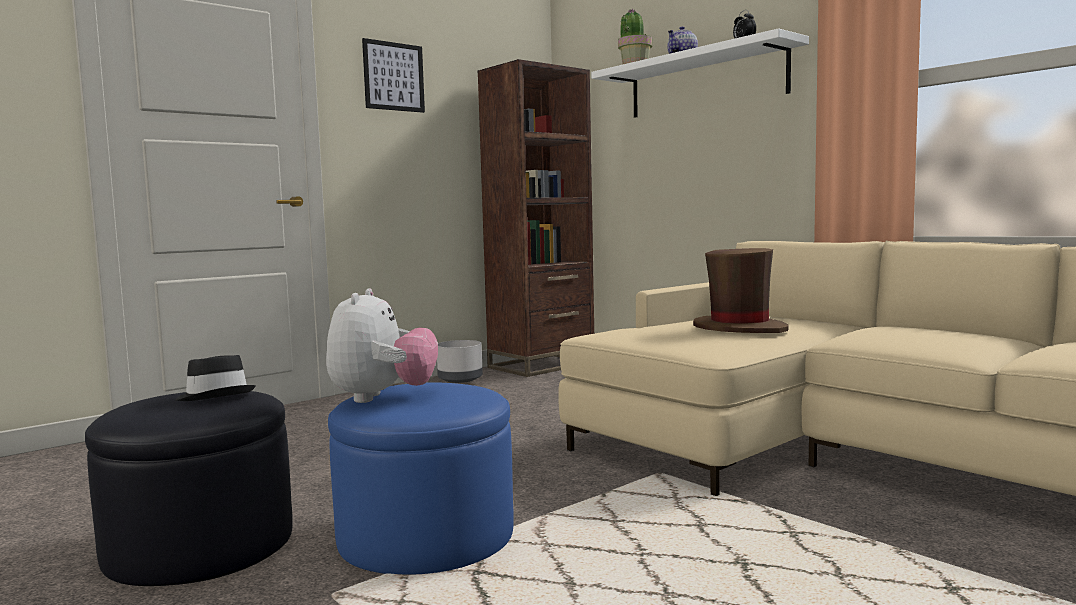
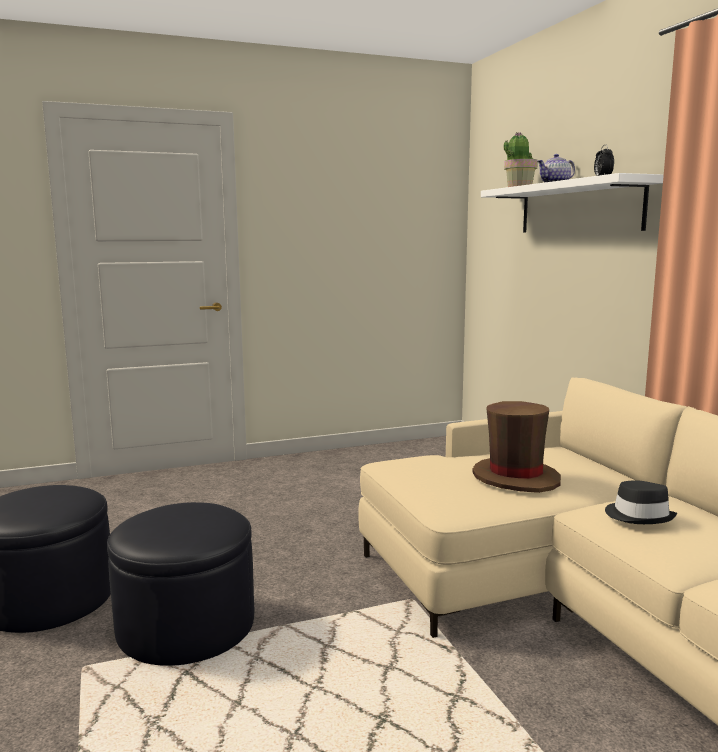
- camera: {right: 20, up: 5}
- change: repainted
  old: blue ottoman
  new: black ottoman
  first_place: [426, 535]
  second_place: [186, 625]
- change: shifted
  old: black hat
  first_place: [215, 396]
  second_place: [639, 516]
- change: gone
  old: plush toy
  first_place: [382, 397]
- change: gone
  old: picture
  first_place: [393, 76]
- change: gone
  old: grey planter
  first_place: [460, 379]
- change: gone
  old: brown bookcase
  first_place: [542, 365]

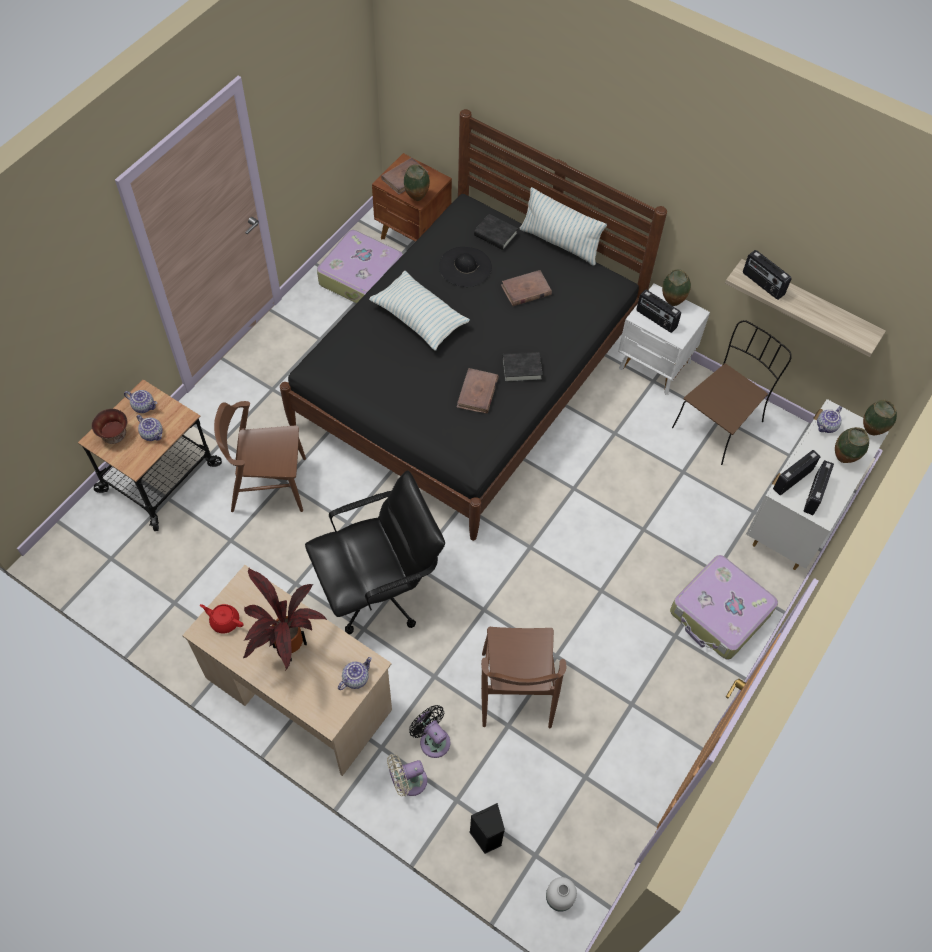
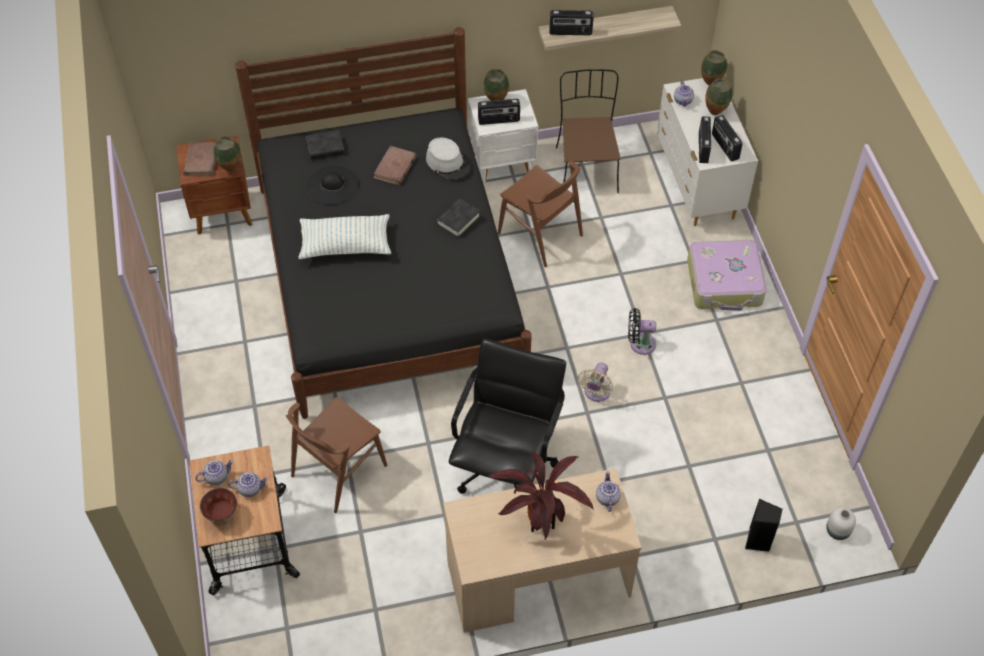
- camera: {right: -45, up: -5}
- change: new
  new: grey hat
  second_place: [448, 163]
- change: shifted
  old: brown chair
  first_place: [516, 690]
  second_place: [540, 234]
- change: shifted
  old: beige fan
  first_place: [408, 781]
  second_place: [596, 393]
- change: shifted
  old: black fan
  first_place: [433, 740]
  second_place: [639, 343]
- change: gone
  old: red teapot
  first_place: [224, 621]
- change: gone
  old: suitcase
  first_place: [362, 277]
- change: gone
  old: brown book
  first_place: [477, 393]
- change: gone
  old: pillow
  first_place: [560, 243]

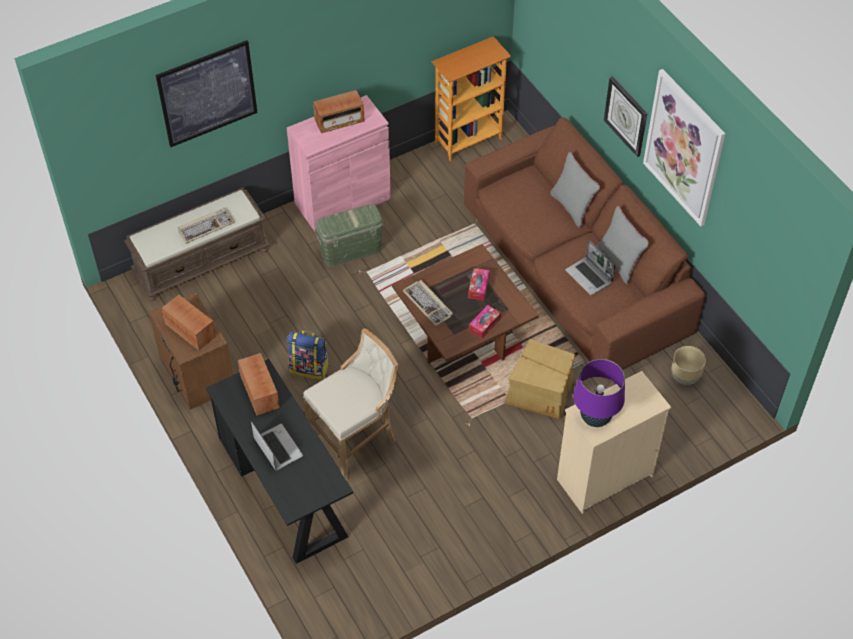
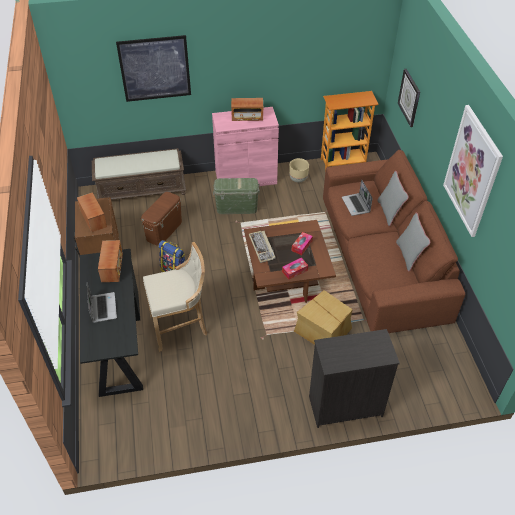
- camera: {right: 20, up: -5}
- change: new
  new: brown storage box
  second_place: [164, 230]
- change: shifted
  old: beige planter
  first_place: [685, 377]
  second_place: [298, 179]
- change: repainted
  old: beige dresser
  new: black dresser
  first_place: [603, 477]
  second_place: [344, 406]
- change: shifted
  old: laptop
  first_place: [589, 277]
  second_place: [356, 205]
- change: shifted
  old: wall clock
  first_place: [626, 116]
  second_place: [409, 97]
- change: gone
  old: keyboard
  first_place: [206, 226]
- change: gone
  old: purple table lamp
  first_place: [595, 418]

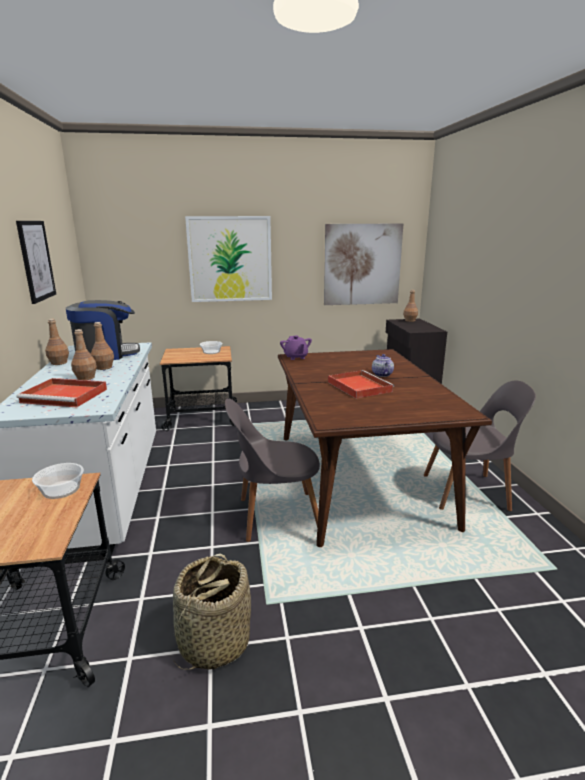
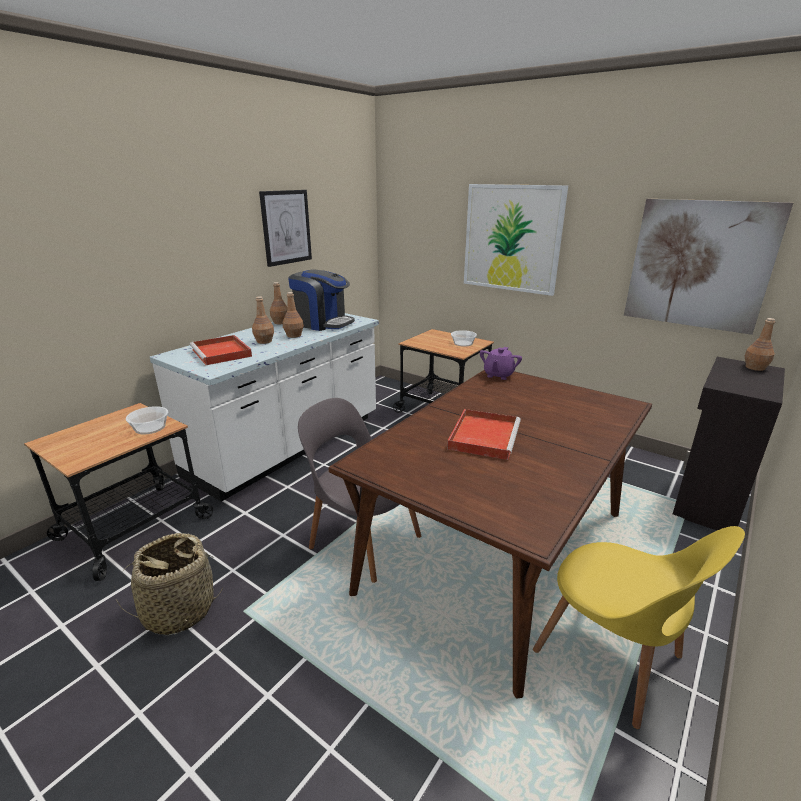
- camera: {right: 45, up: 5}
- change: repainted
  old: grey chair
  new: yellow chair
  first_place: [469, 492]
  second_place: [613, 659]
- change: gone
  old: teapot
  first_place: [381, 374]

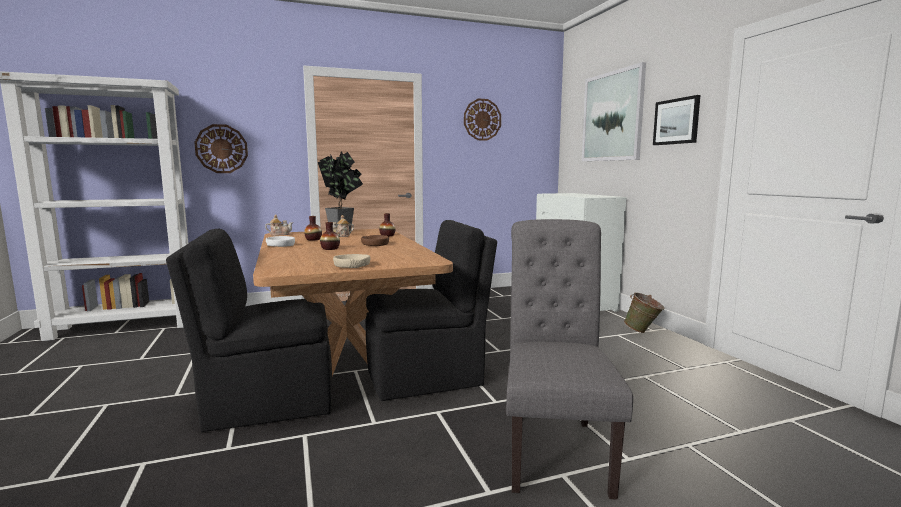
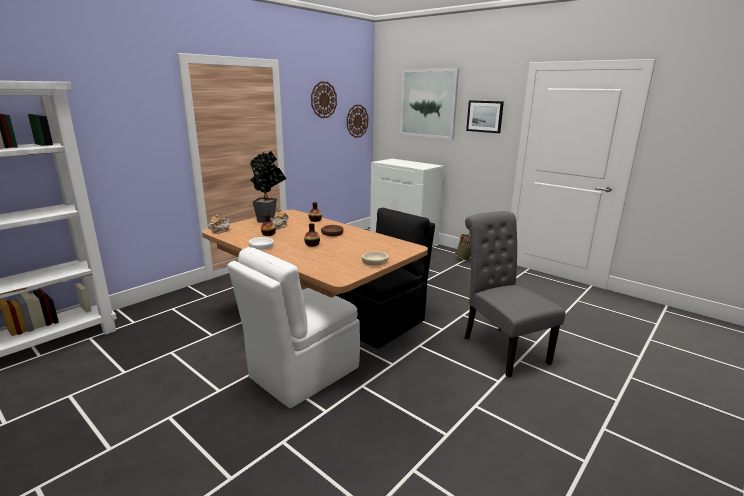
- camera: {right: -30, up: 10}
- change: repainted
  old: black chair
  new: white chair
  first_place: [266, 402]
  second_place: [302, 373]
- change: shifted
  old: wall clock
  first_place: [221, 149]
  second_place: [357, 121]

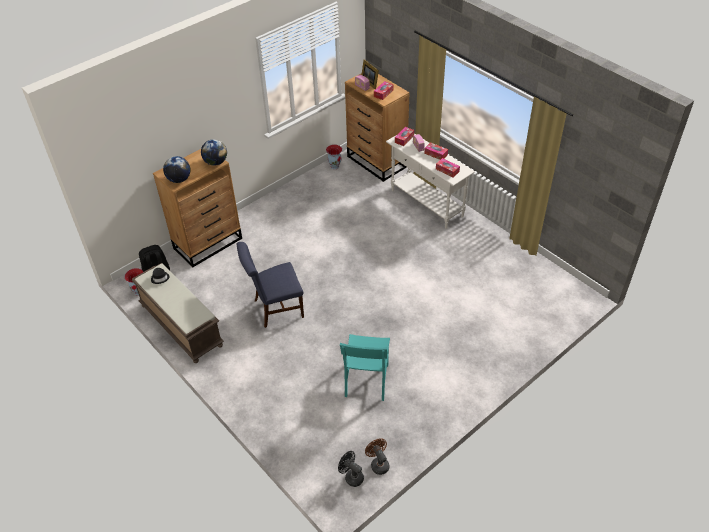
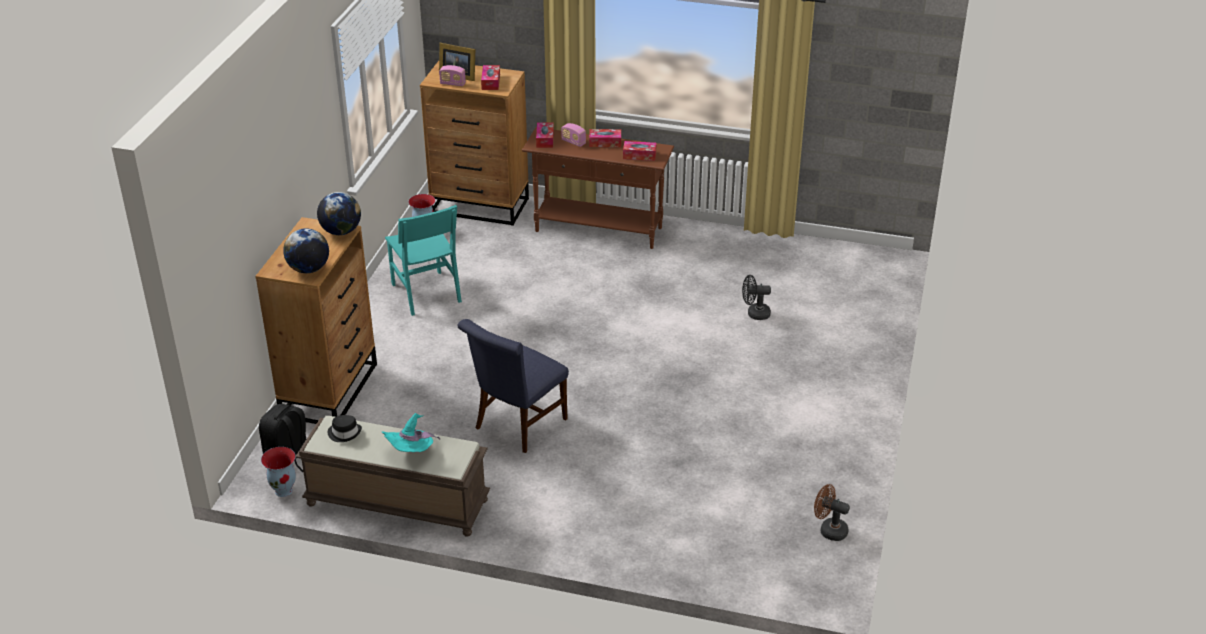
- camera: {right: -35, up: -10}
- change: new
  new: turquoise hat
  second_place: [411, 453]
- change: shifted
  old: turquoise chair
  first_place: [366, 380]
  second_place: [426, 293]
- change: repainted
  old: white console table
  new: brown console table
  first_place: [427, 203]
  second_place: [599, 230]
- change: shifted
  old: black fan
  first_place: [351, 477]
  second_place: [754, 314]

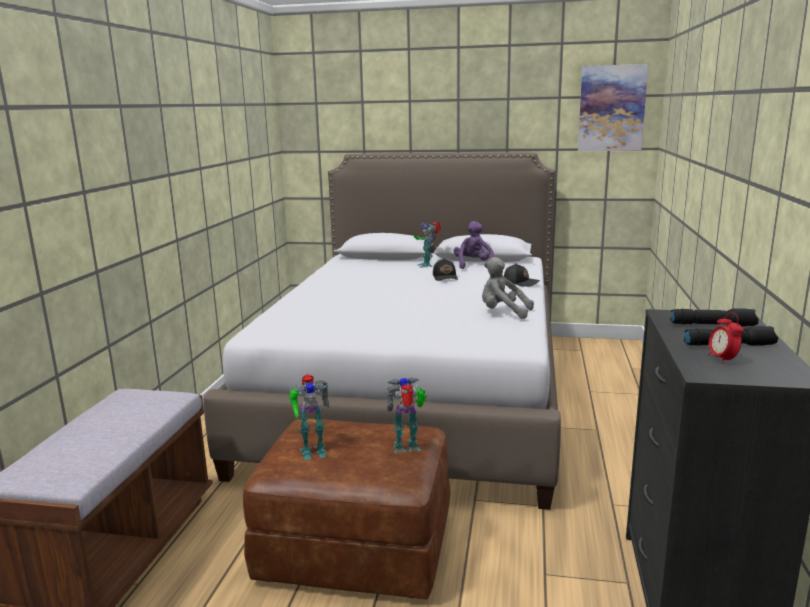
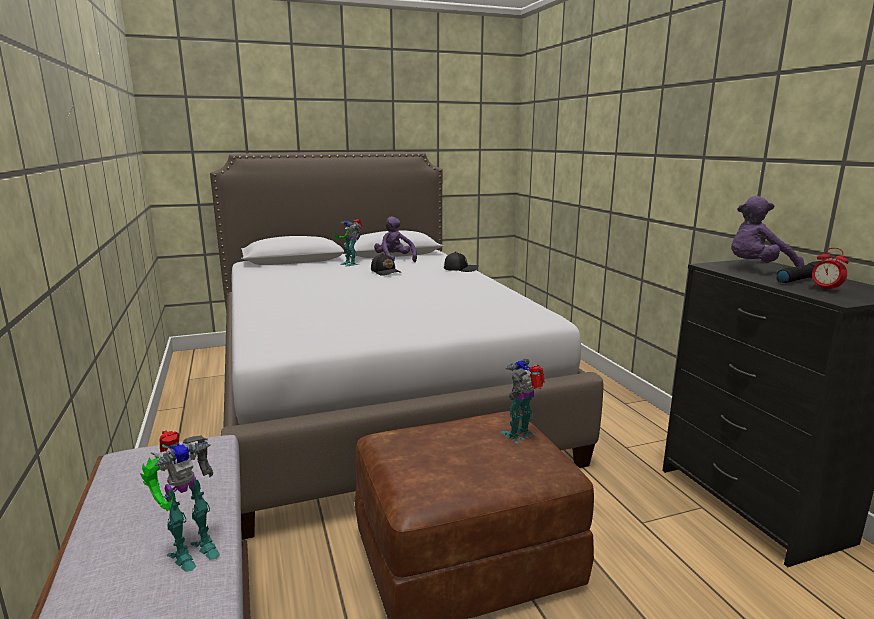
- camera: {right: -30, up: 0}
- change: shifted
  old: toy robot
  first_place: [312, 450]
  second_place: [190, 551]
- change: swapped
  old: black flashlight
  new: purple plush toy
  first_place: [712, 325]
  second_place: [757, 268]
- change: gone
  old: grey plush toy
  first_place: [503, 313]
- change: gone
  old: picture
  first_place: [611, 108]

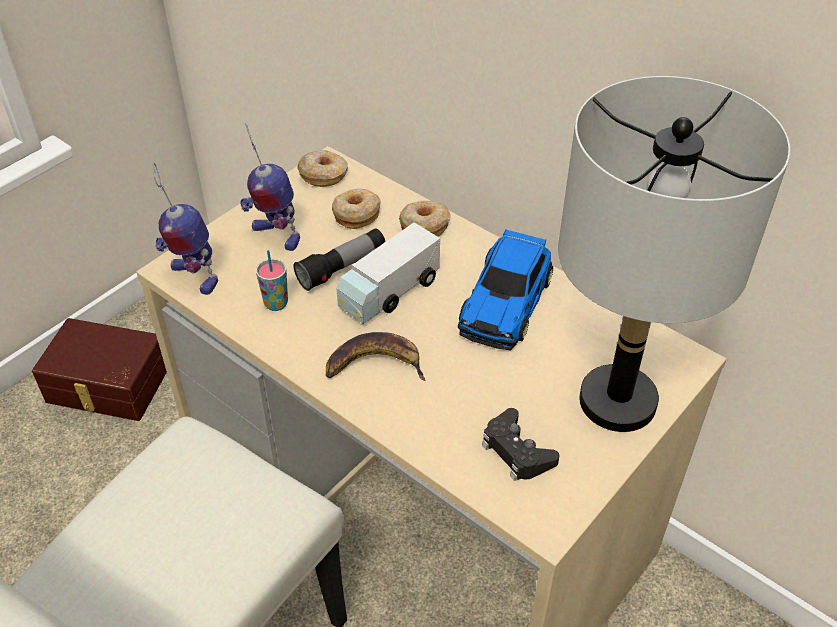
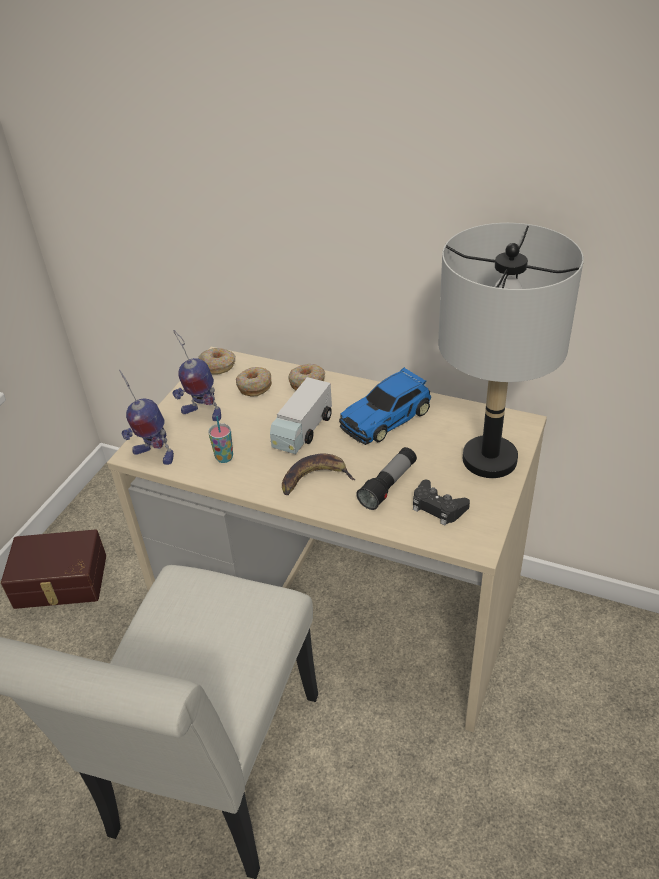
- camera: {right: -15, up: -5}
- change: rotated
  old: toy car
  first_place: [506, 302]
  second_place: [387, 417]
  degrees: 45
- change: shifted
  old: flashlight
  first_place: [342, 268]
  second_place: [388, 485]

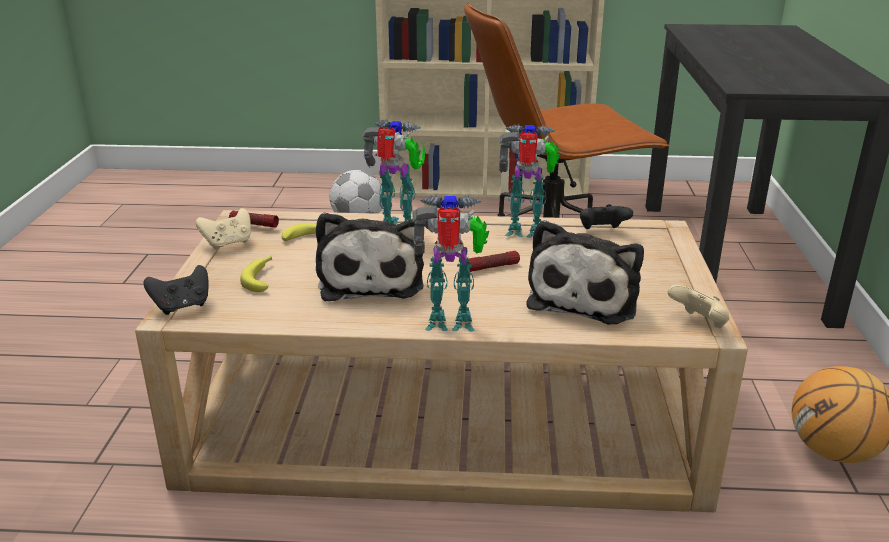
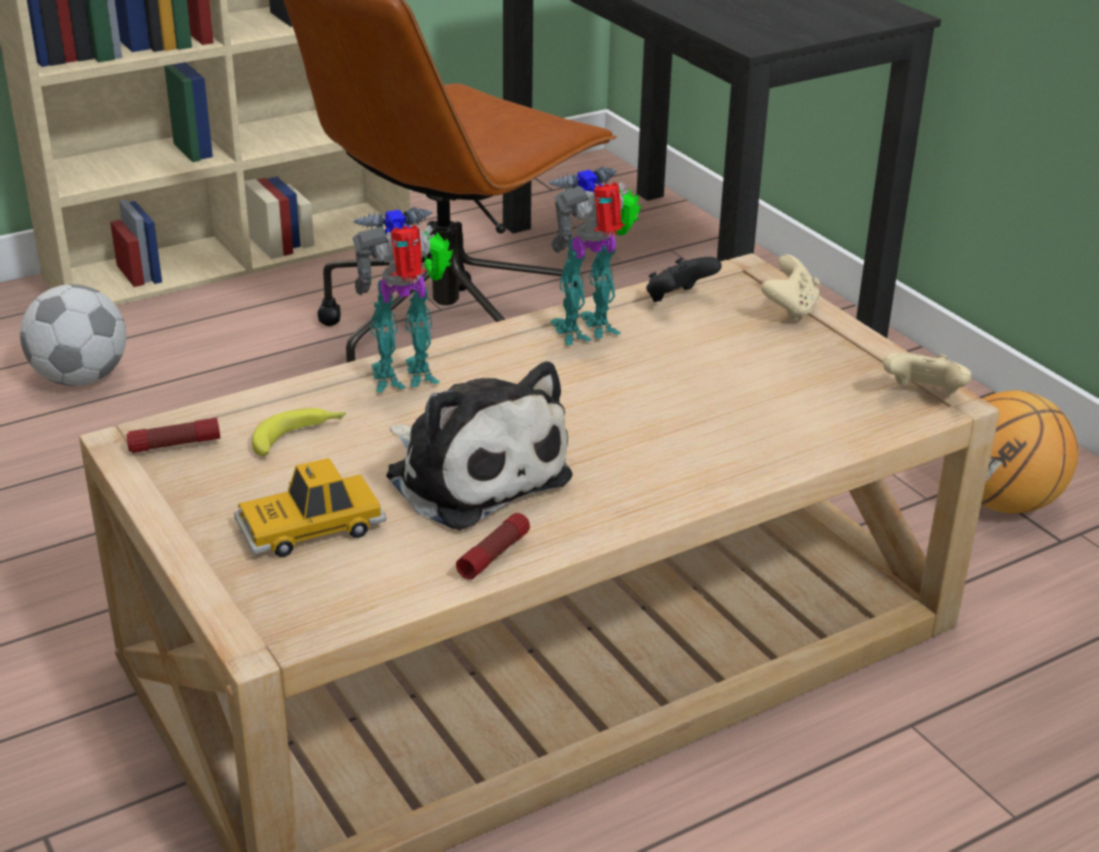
- camera: {right: -35, up: 5}
- change: swapped
  old: banana
  new: toy car
  first_place: [262, 278]
  second_place: [311, 528]
- change: shifted
  old: flashlight
  first_place: [492, 267]
  second_place: [494, 555]
- change: shifted
  old: beige game controller
  first_place: [228, 244]
  second_place: [790, 309]
- change: gone
  old: black game controller
  first_place: [182, 306]
- change: gone
  old: toy robot
  first_place: [452, 324]
- change: gone
  old: plush toy
  first_place: [585, 297]

